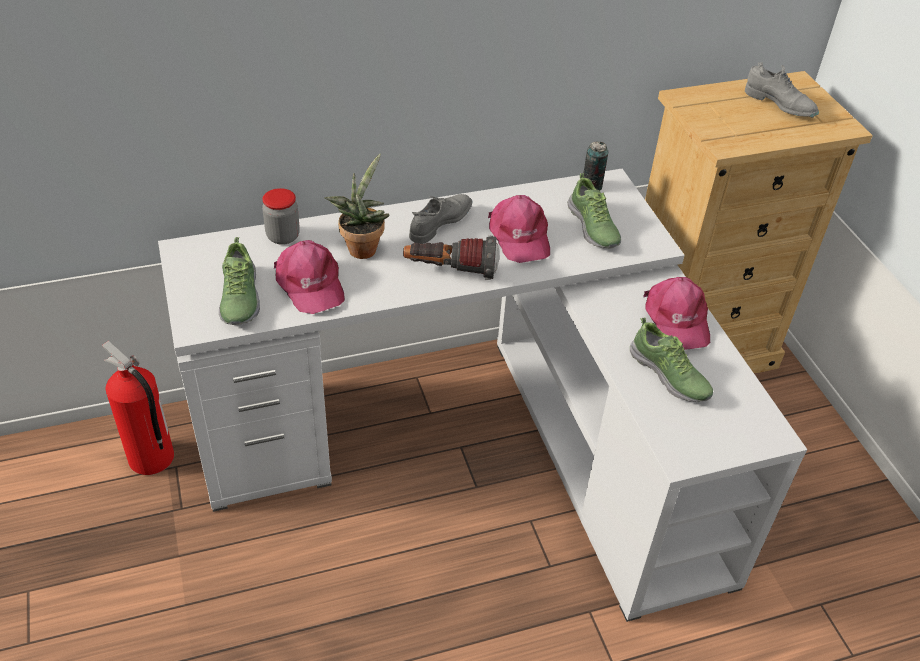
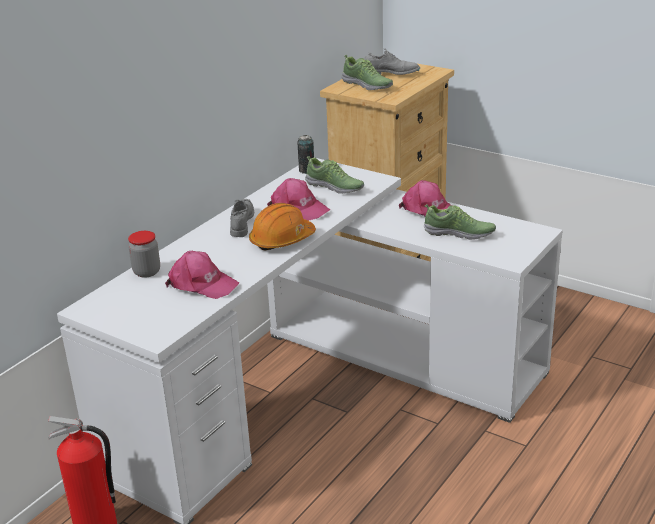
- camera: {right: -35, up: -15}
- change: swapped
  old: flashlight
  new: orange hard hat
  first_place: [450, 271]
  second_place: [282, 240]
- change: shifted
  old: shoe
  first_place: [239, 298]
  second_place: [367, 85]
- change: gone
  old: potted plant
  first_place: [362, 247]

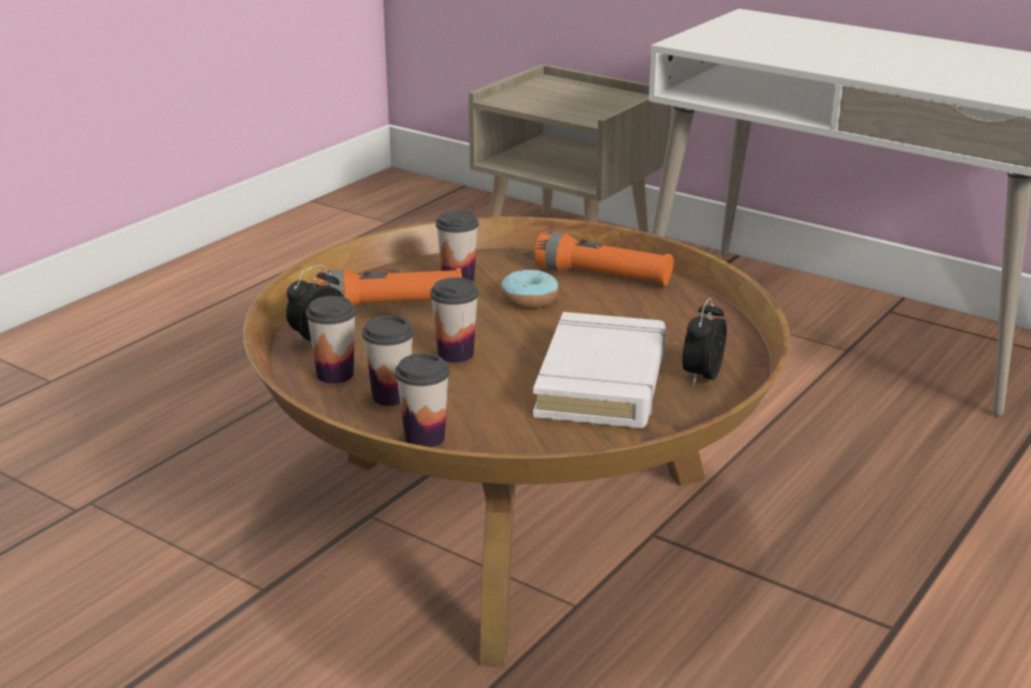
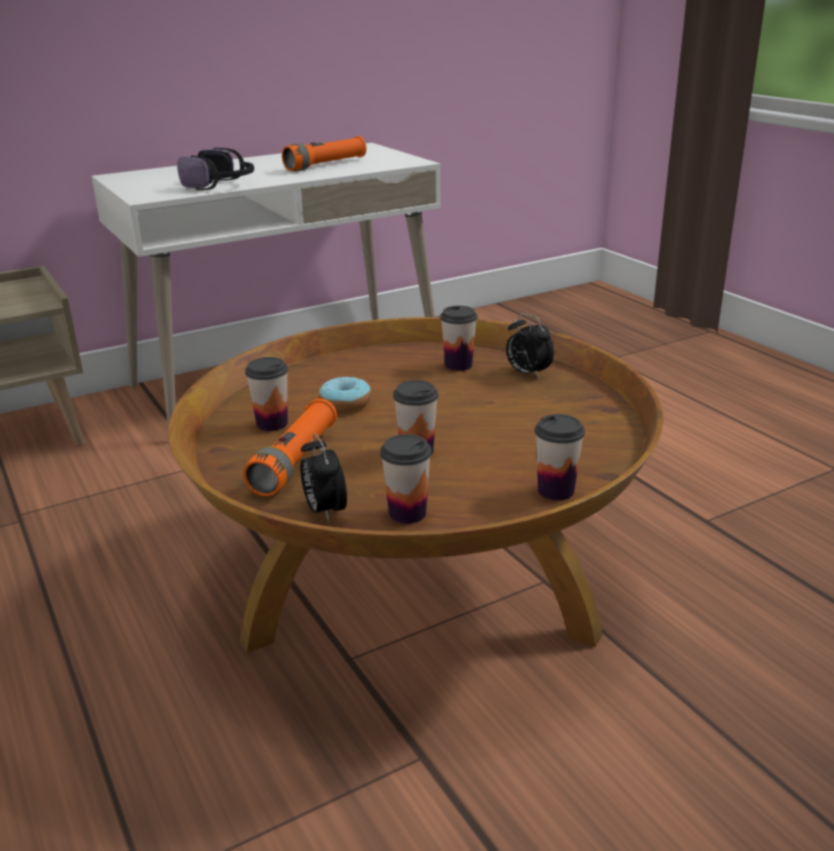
- camera: {right: -65, up: 0}
- change: new
  new: headphones
  second_place: [221, 185]
- change: shifted
  old: orange flashlight
  first_place: [602, 276]
  second_place: [326, 165]
- change: shifted
  old: cup
  first_place: [391, 396]
  second_place: [458, 365]
- change: gone
  old: white book
  first_place: [602, 381]

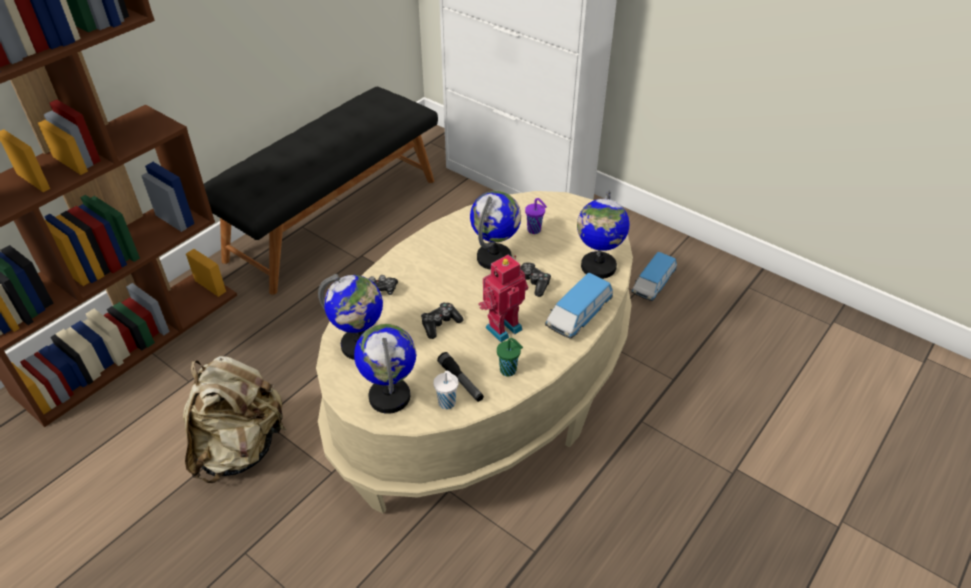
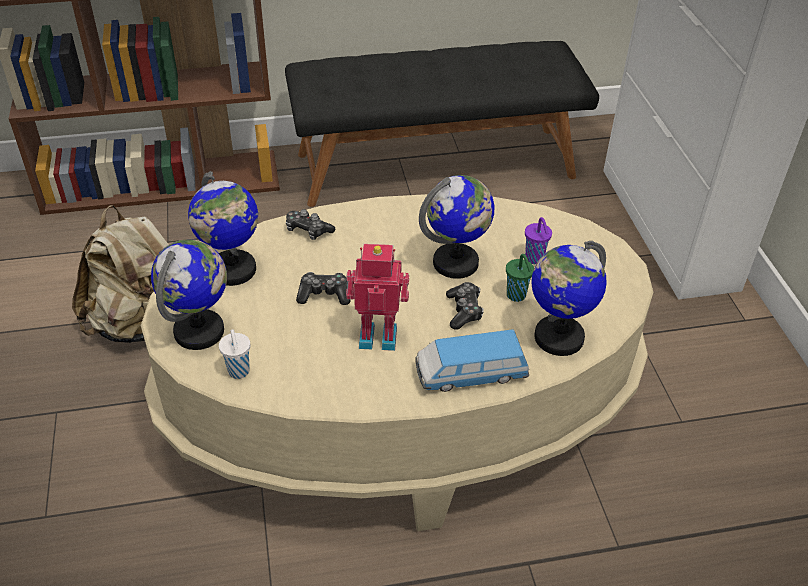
- camera: {right: 40, up: 0}
- change: shifted
  old: green cup
  first_place: [509, 371]
  second_place: [517, 296]
- change: gone
  old: flashlight
  first_place: [461, 381]
- change: gone
  old: toy car
  first_place: [653, 284]

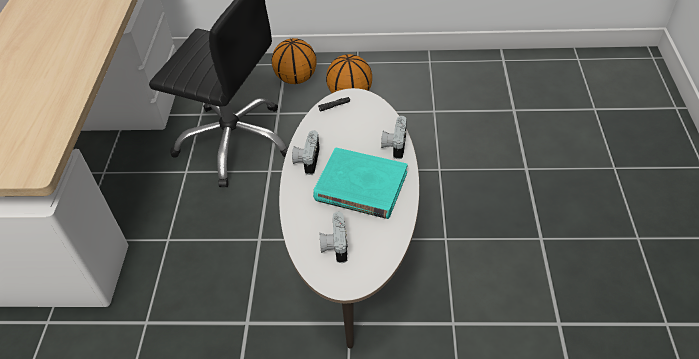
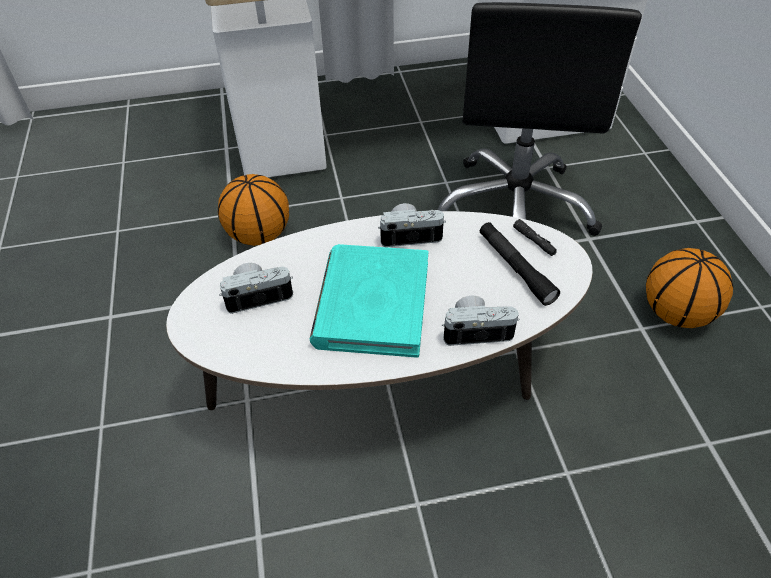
- camera: {right: 75, up: 0}
- change: shifted
  old: basketball
  first_place: [297, 78]
  second_place: [259, 236]
- change: new
  new: black flashlight
  second_place: [515, 268]

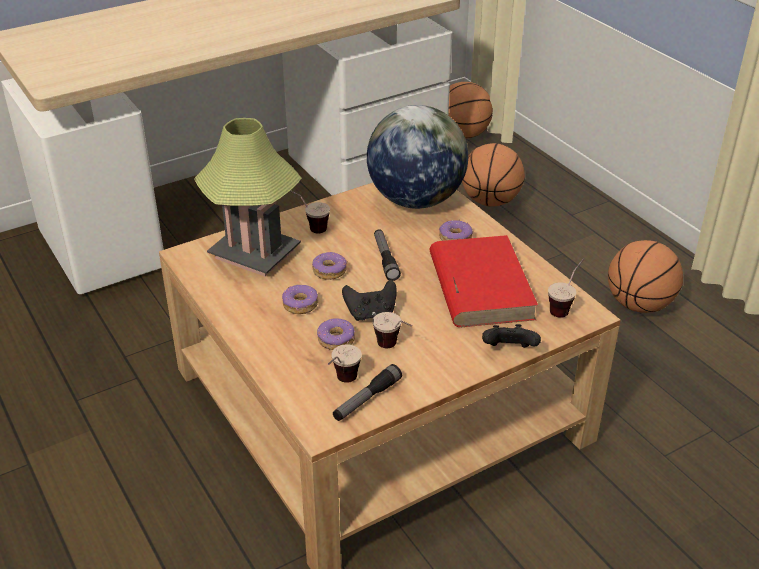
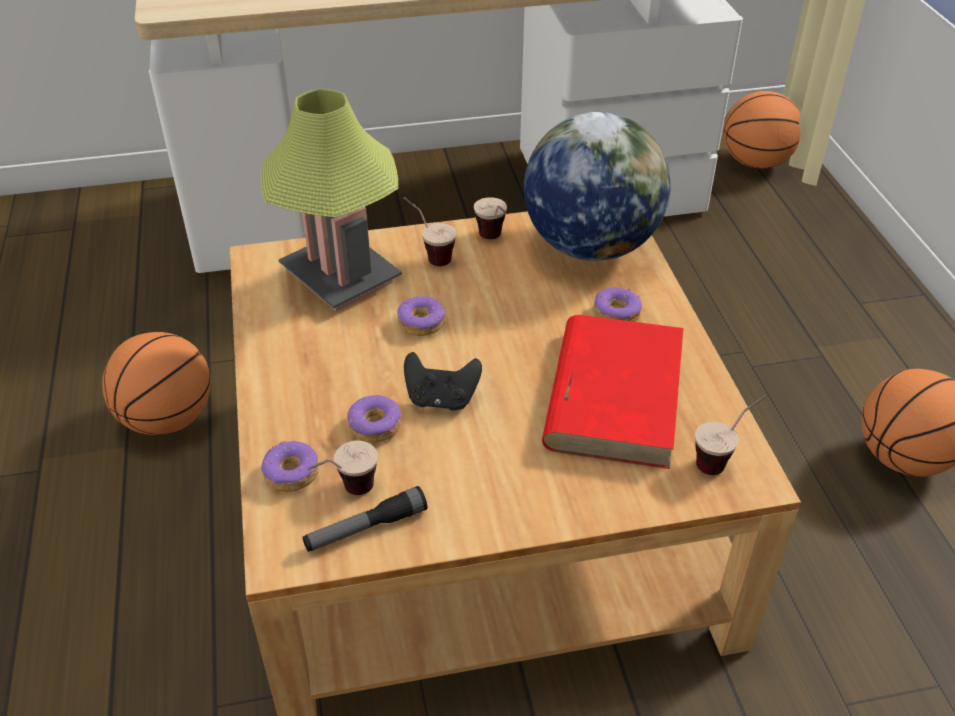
- camera: {right: 20, up: 5}
- change: shifted
  old: basketball
  first_place: [490, 201]
  second_place: [168, 419]
- change: shifted
  old: donut
  first_place: [300, 305]
  second_place: [291, 474]
- change: shifted
  old: cup
  first_place: [394, 349]
  second_place: [494, 241]
- change: gone
  old: flashlight
  first_place: [385, 259]
- change: gone
  old: black game controller
  first_place: [509, 351]

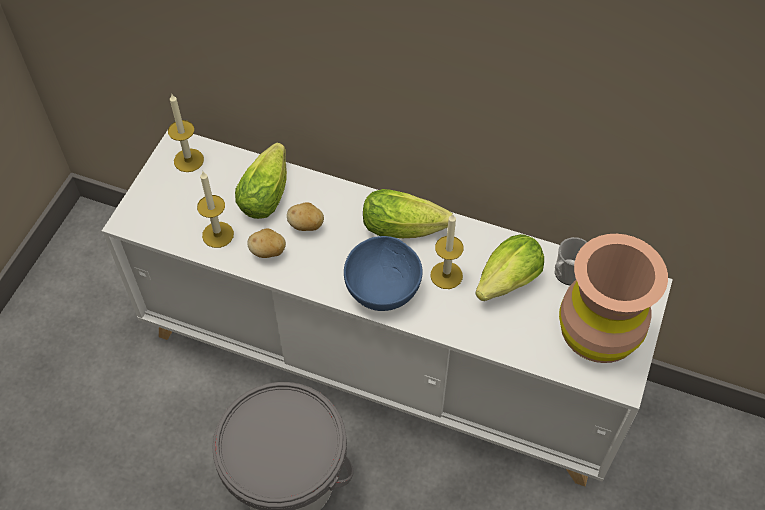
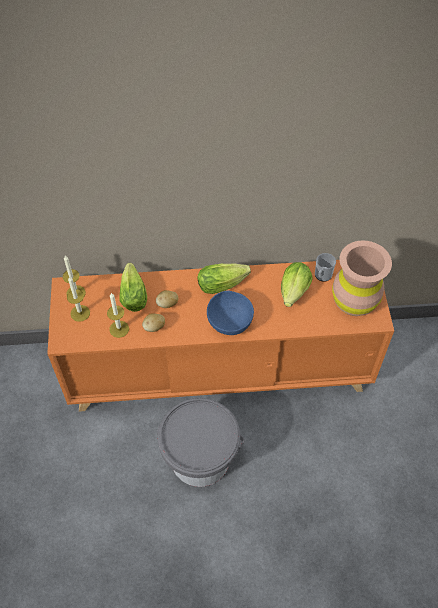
- camera: {right: -25, up: 0}
- change: repainted
  old: white cabinet
  new: orange cabinet
  first_place: [383, 361]
  second_place: [220, 370]
- change: shifted
  old: candle
  first_place: [446, 275]
  second_place: [80, 313]

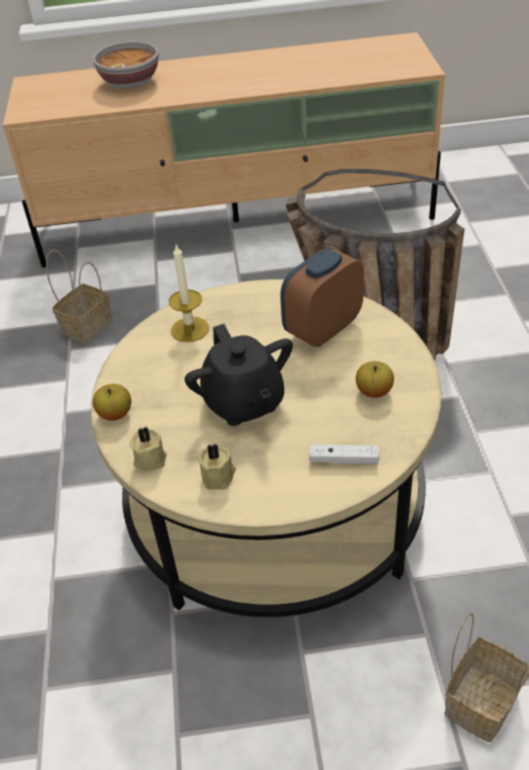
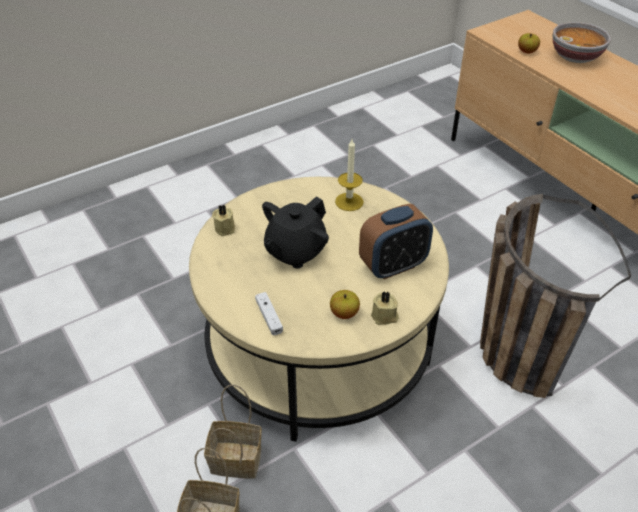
- camera: {right: 60, up: 0}
- change: shifted
  old: basket
  first_place: [87, 325]
  second_place: [238, 459]
- change: rotated
  old: alarm clock
  first_place: [322, 329]
  second_place: [393, 266]
  degrees: 135
- change: shifted
  old: beige candle
  first_place: [219, 476]
  second_place: [385, 317]
- change: shifted
  old: apple
  first_place: [115, 414]
  second_place: [527, 52]

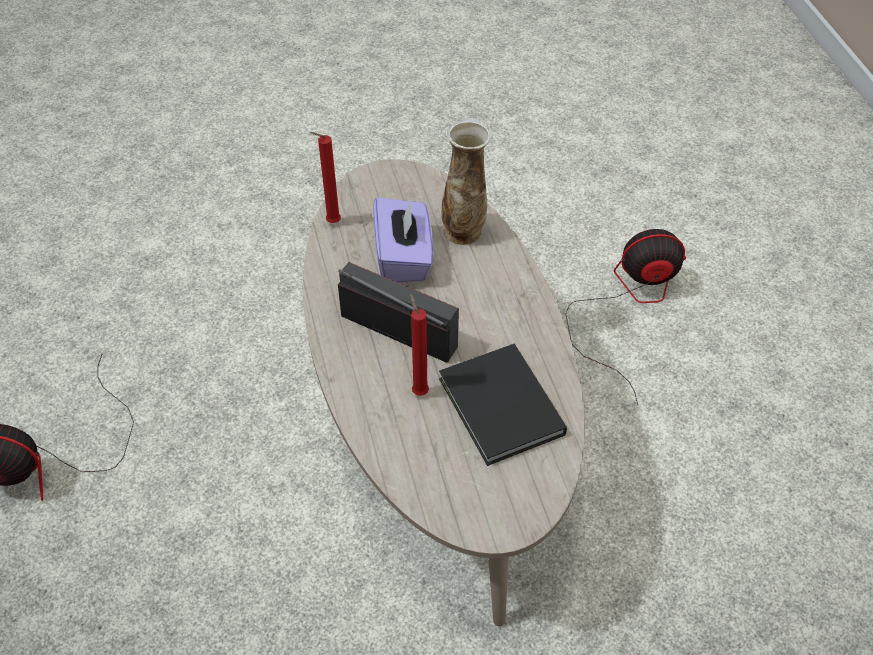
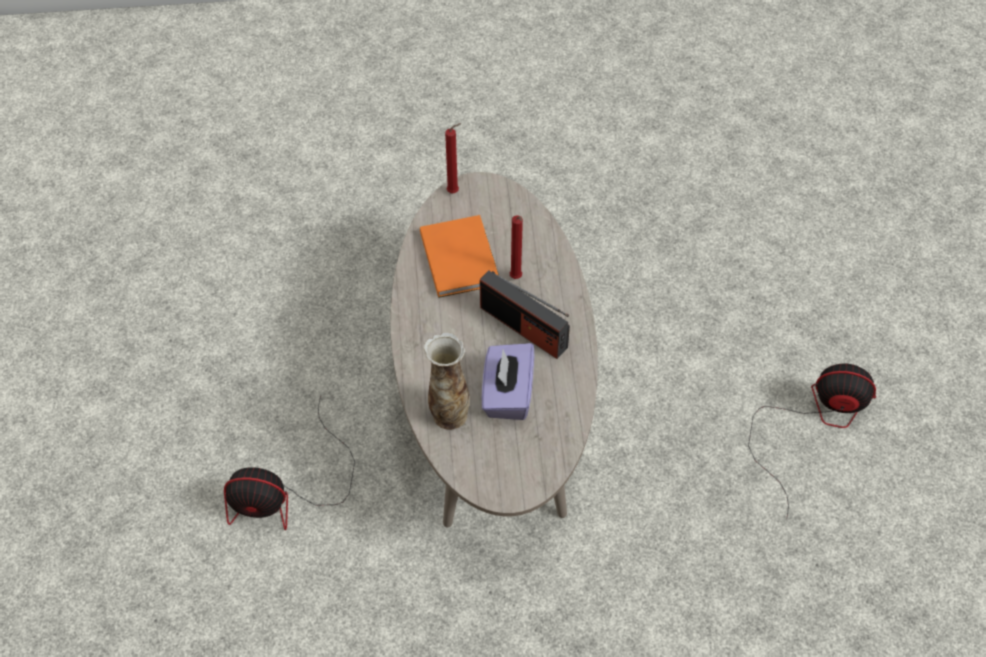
- camera: {right: -170, up: 5}
- change: repainted
  old: black book
  new: orange book
  first_place: [500, 409]
  second_place: [460, 256]
- change: shifted
  old: red candle
  first_place: [331, 222]
  second_place: [454, 191]

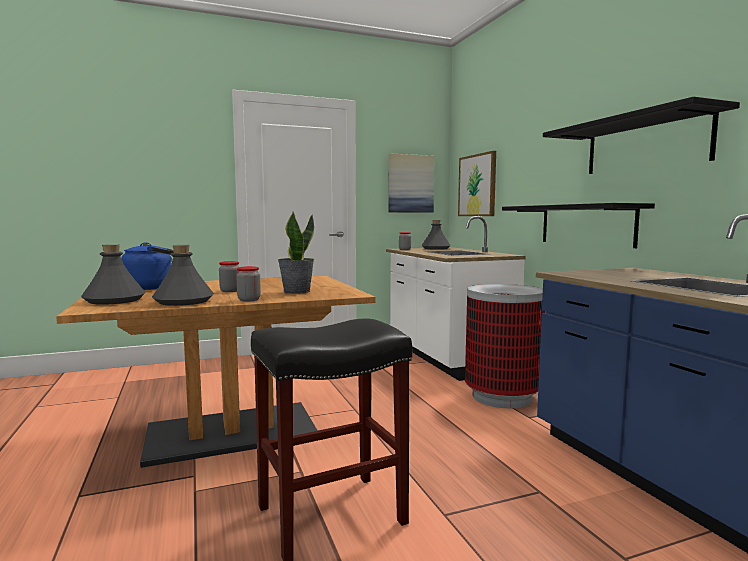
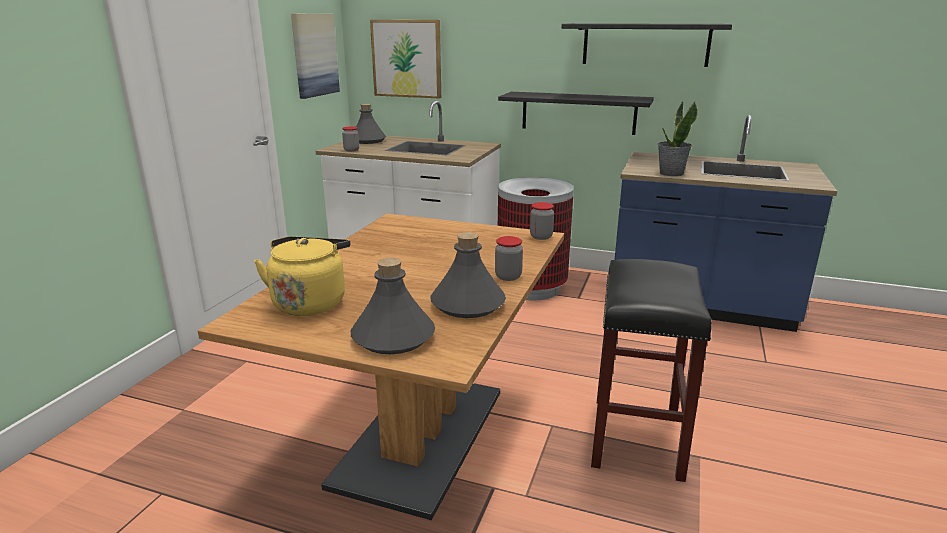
- camera: {right: -50, up: 15}
- change: repainted
  old: blue kettle
  new: yellow kettle
  first_place: [152, 287]
  second_place: [310, 302]
- change: shifted
  old: jar
  first_place: [230, 291]
  second_place: [541, 237]
- change: shifted
  old: potted plant
  first_place: [296, 291]
  second_place: [671, 173]

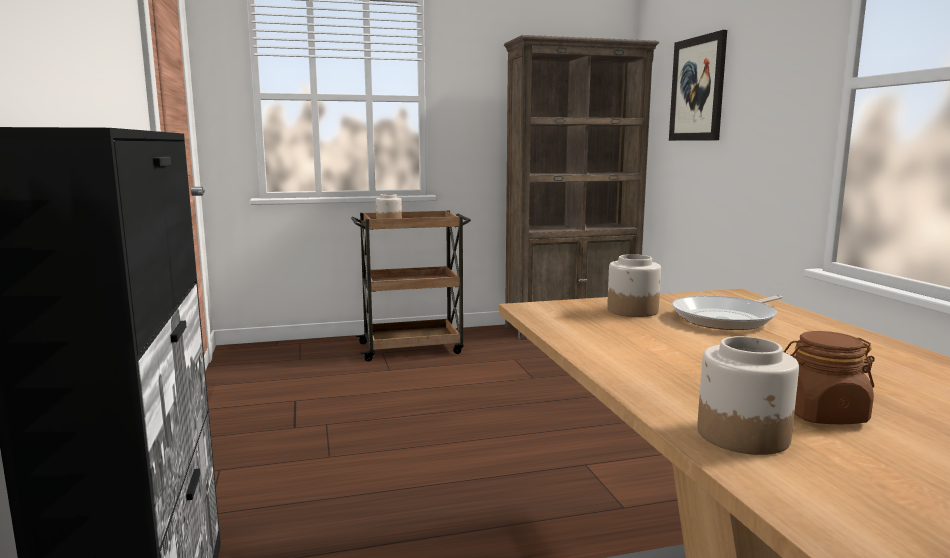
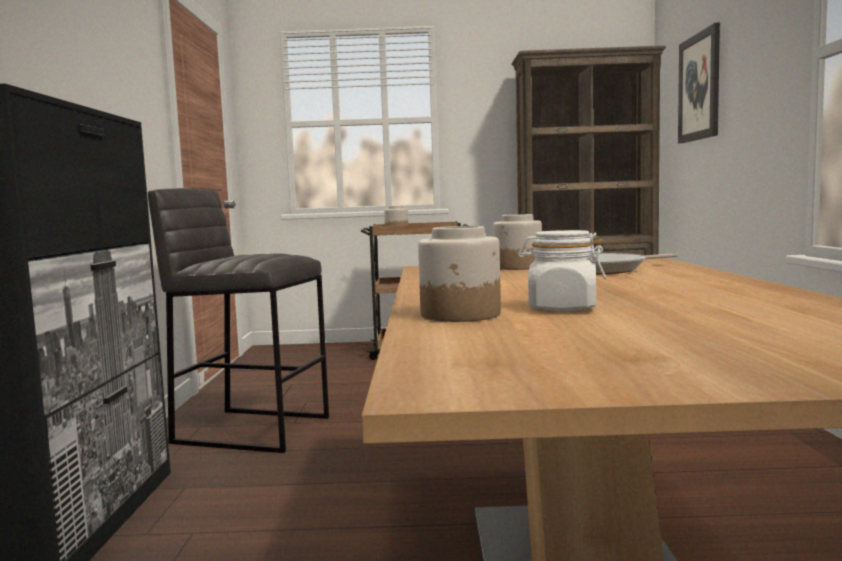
- camera: {right: 15, up: -5}
- change: new
  new: grey stool
  second_place: [252, 429]
- change: repainted
  old: brown jar
  new: white jar
  first_place: [821, 414]
  second_place: [562, 308]

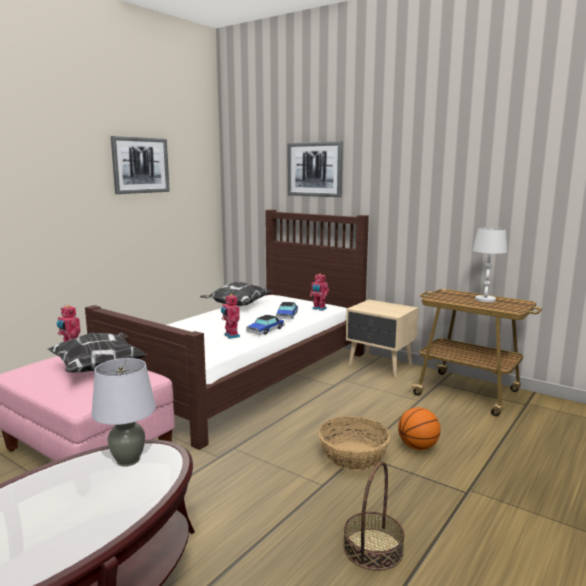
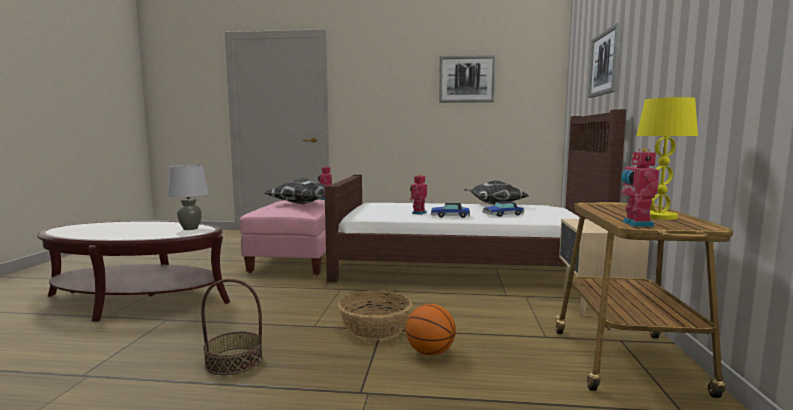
- camera: {right: 60, up: -5}
- change: shifted
  old: toy robot
  first_place: [319, 309]
  second_place: [635, 224]
- change: repainted
  old: white table lamp
  new: yellow table lamp
  first_place: [485, 299]
  second_place: [659, 216]

